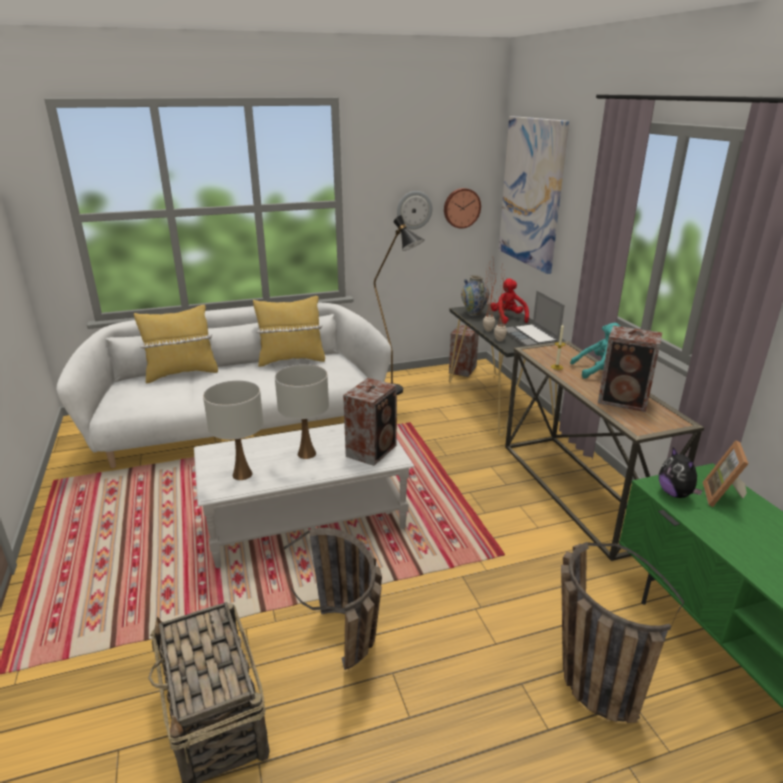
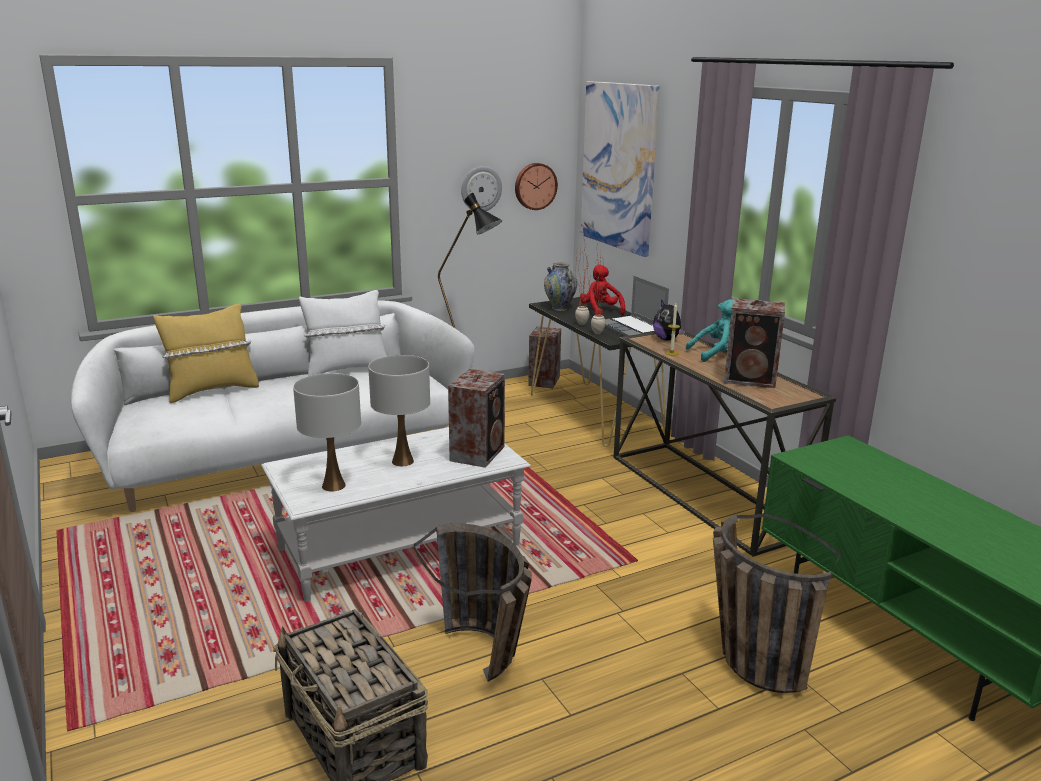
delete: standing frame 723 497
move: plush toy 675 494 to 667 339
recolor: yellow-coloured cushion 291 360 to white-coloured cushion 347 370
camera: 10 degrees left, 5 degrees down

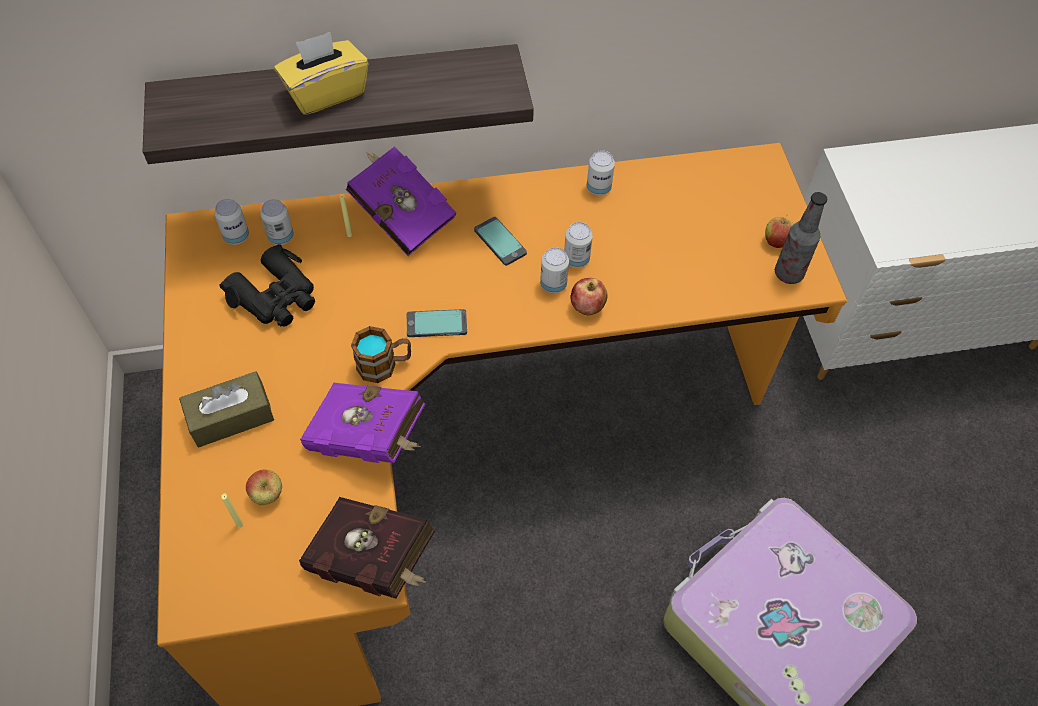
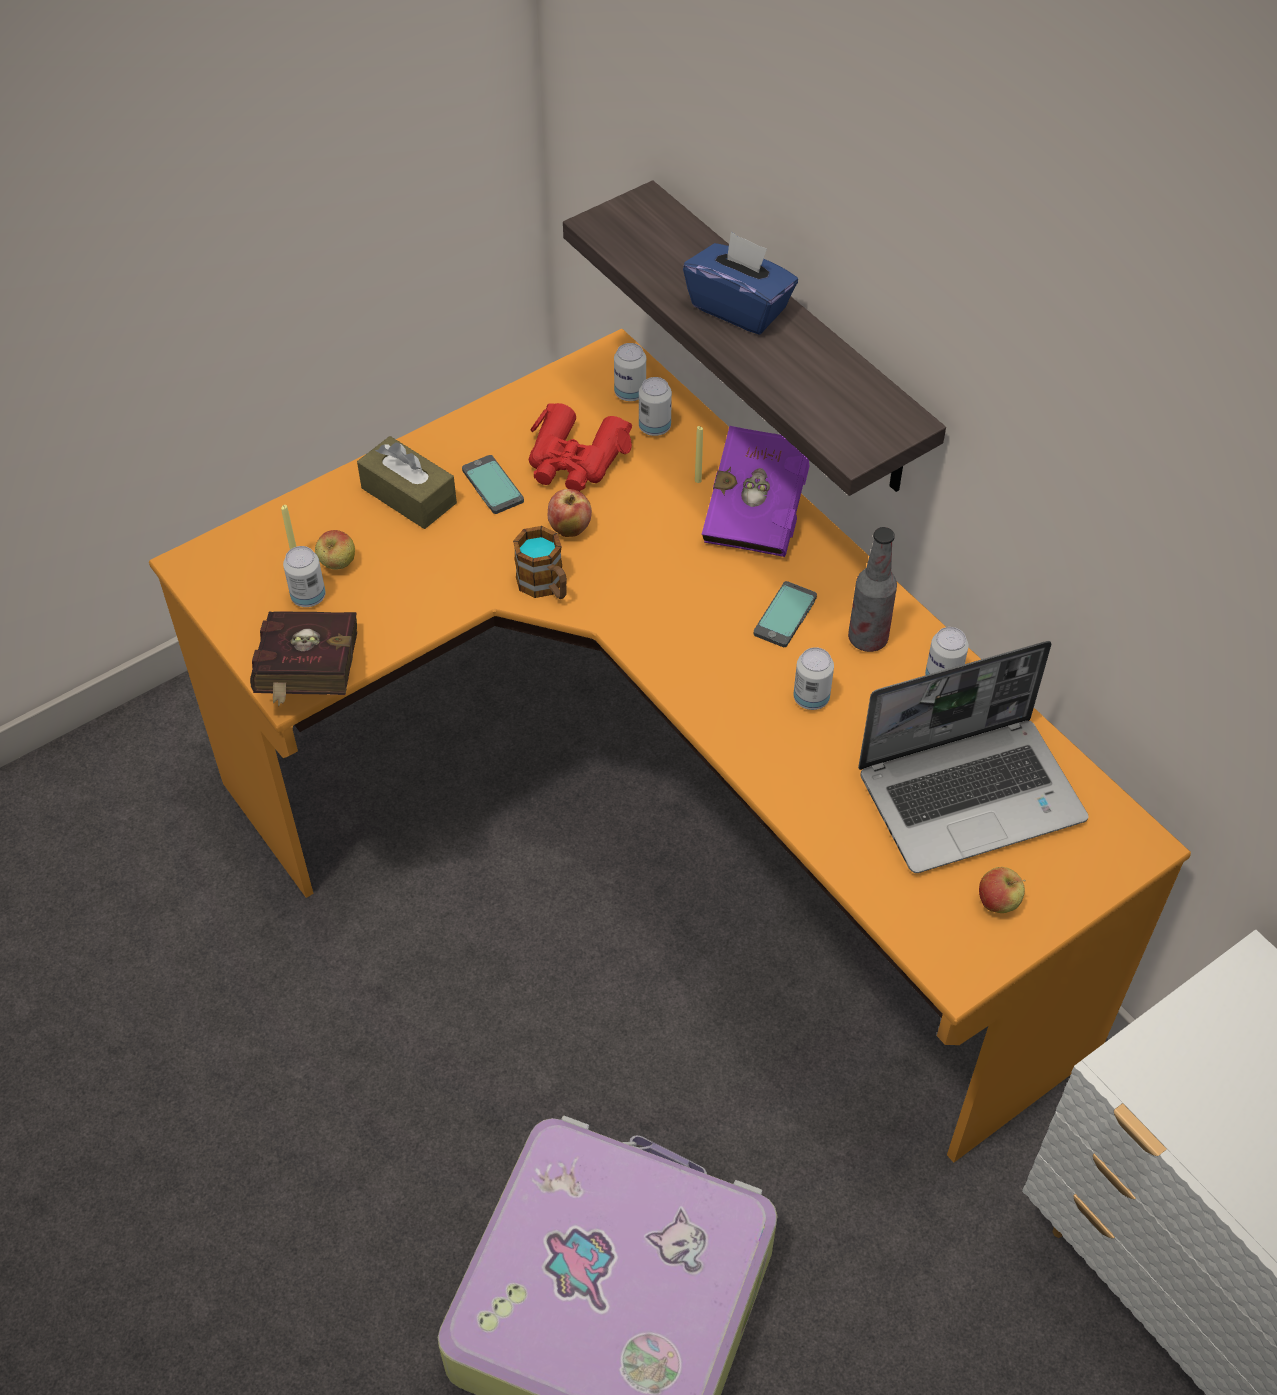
delete: purple-coloured bound book 370 439
insert: notebook computer 972 794
move: telephone 436 324 to 492 486; can 553 284 to 308 597; apple 587 308 to 569 529; bottle 788 274 to 867 639
recolor: black-coloured pair of binoculars 276 296 to red-coloured pair of binoculars 575 460; yellow-coloured box of tissues 325 93 to bluish box of tissues 739 308
camera: 65 degrees right, 5 degrees down

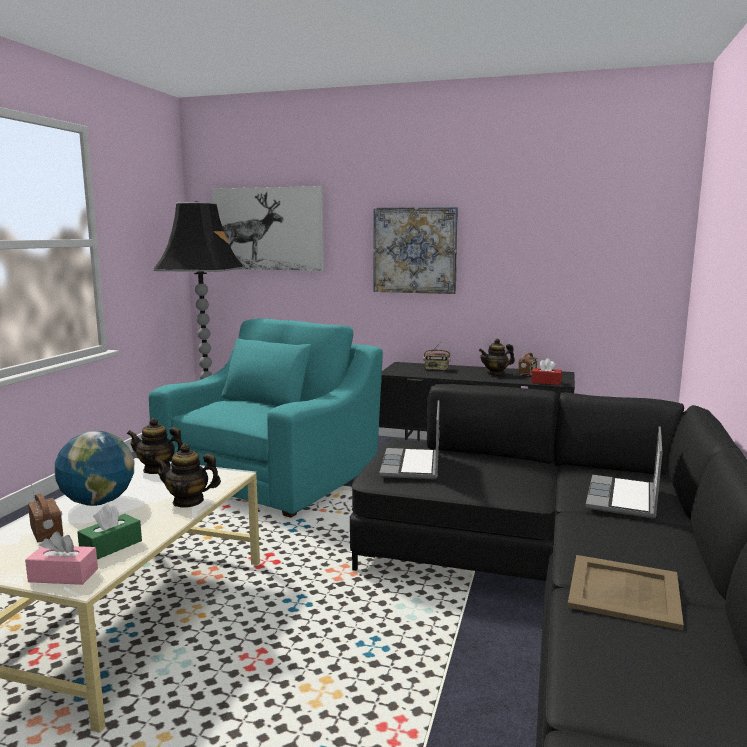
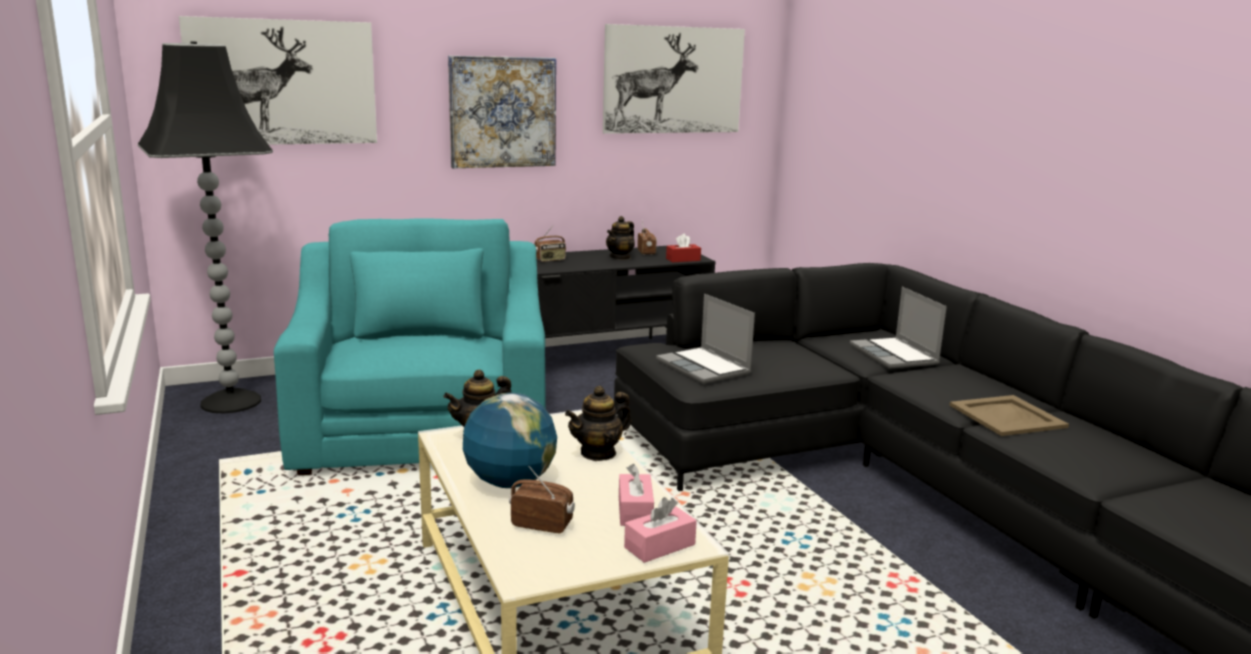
insert: wall picture 673 80
recolor: greenish box of tissues 111 546 to pinkish box of tissues 635 511
camera: 40 degrees left, 5 degrees up

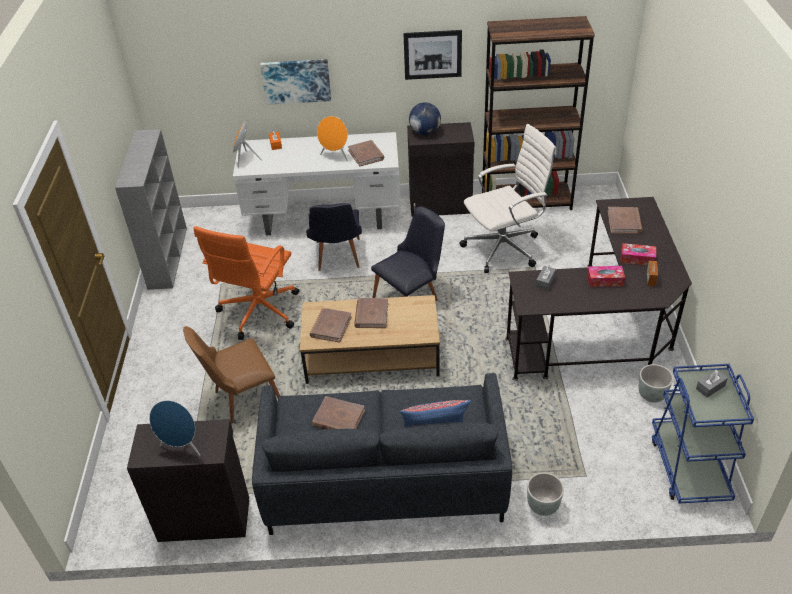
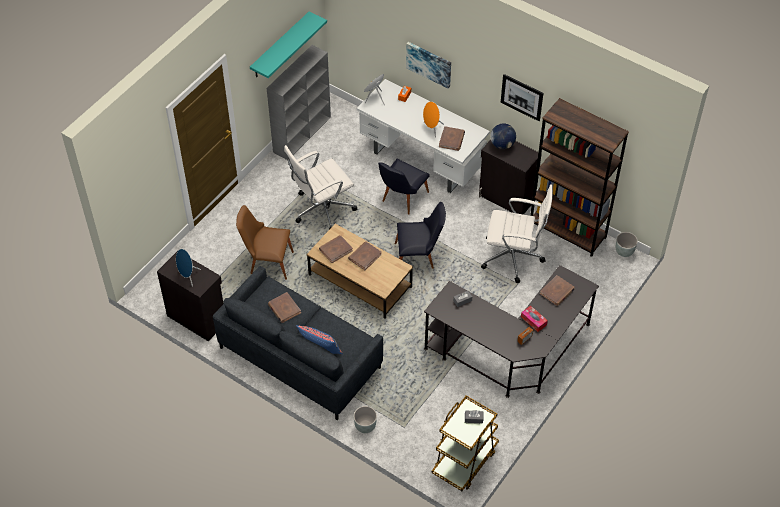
delete: box of tissues 605 280
insert: turquoise bracket shelf 280 45
move: grey plant pot 652 395 to 624 252
recolor: orangey computer chair 258 312 to white-coloured computer chair 321 209; bluish cart 689 467 to brown-coloured cart 464 461
camera: 35 degrees right, 10 degrees up

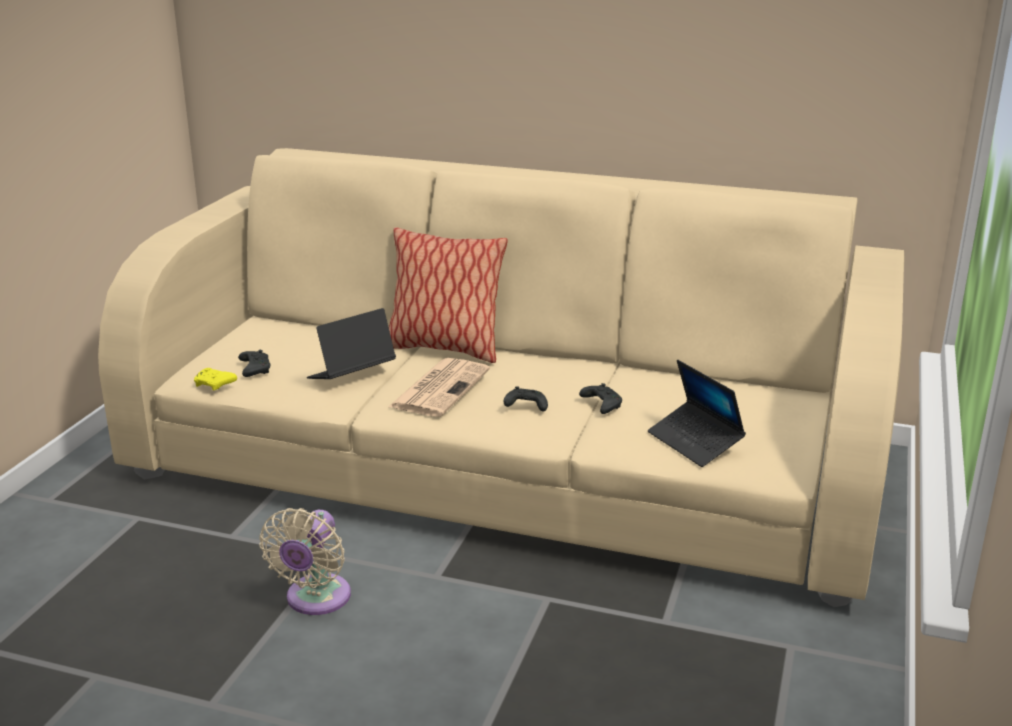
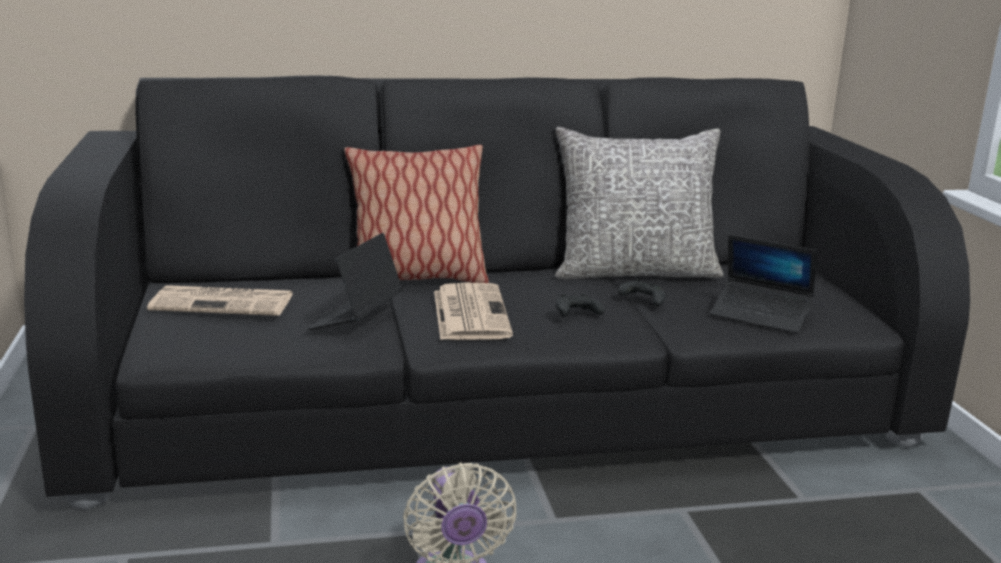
delete: yellow-coloured joypad 215 385; black-coloured joypad 254 369
insert: printed paper 225 302; grey cushion 634 272
recolor: sand-coloured sofa 506 463 to black-coloured sofa 496 396
camera: 30 degrees left, 5 degrees down

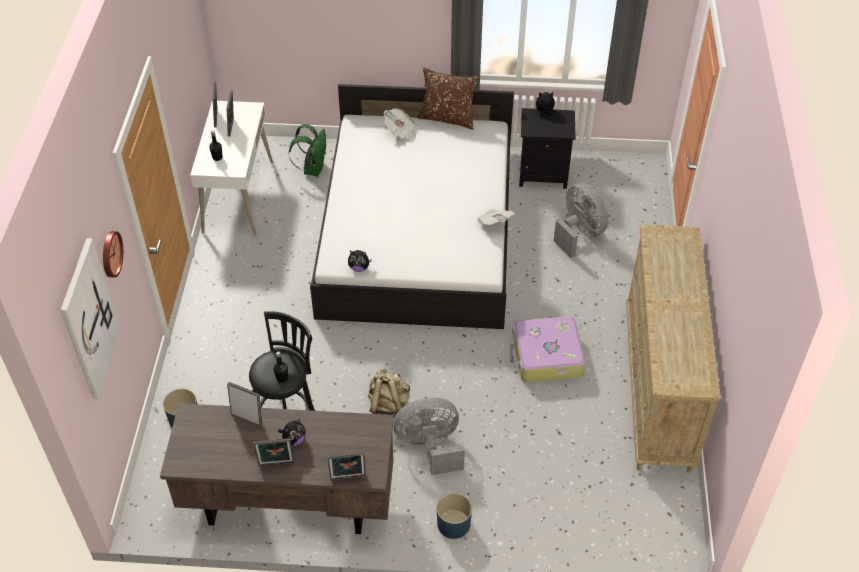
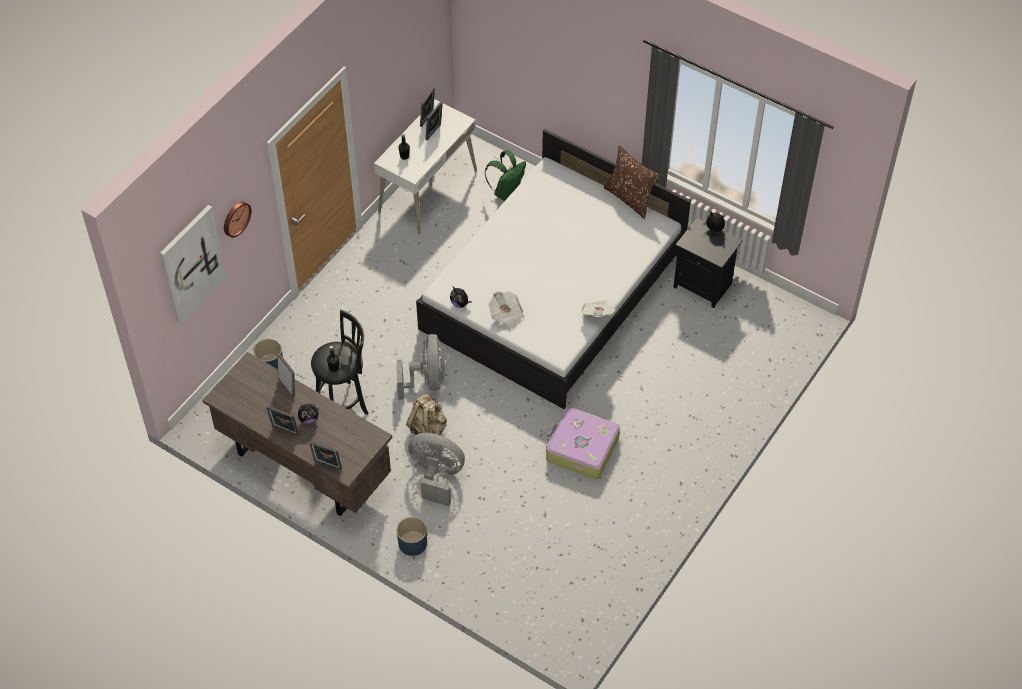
delete: sand-coloured dresser 657 389
move: printed paper 401 132 to 506 316; grey cooling fan 579 233 to 426 380
camera: 30 degrees right, 5 degrees up

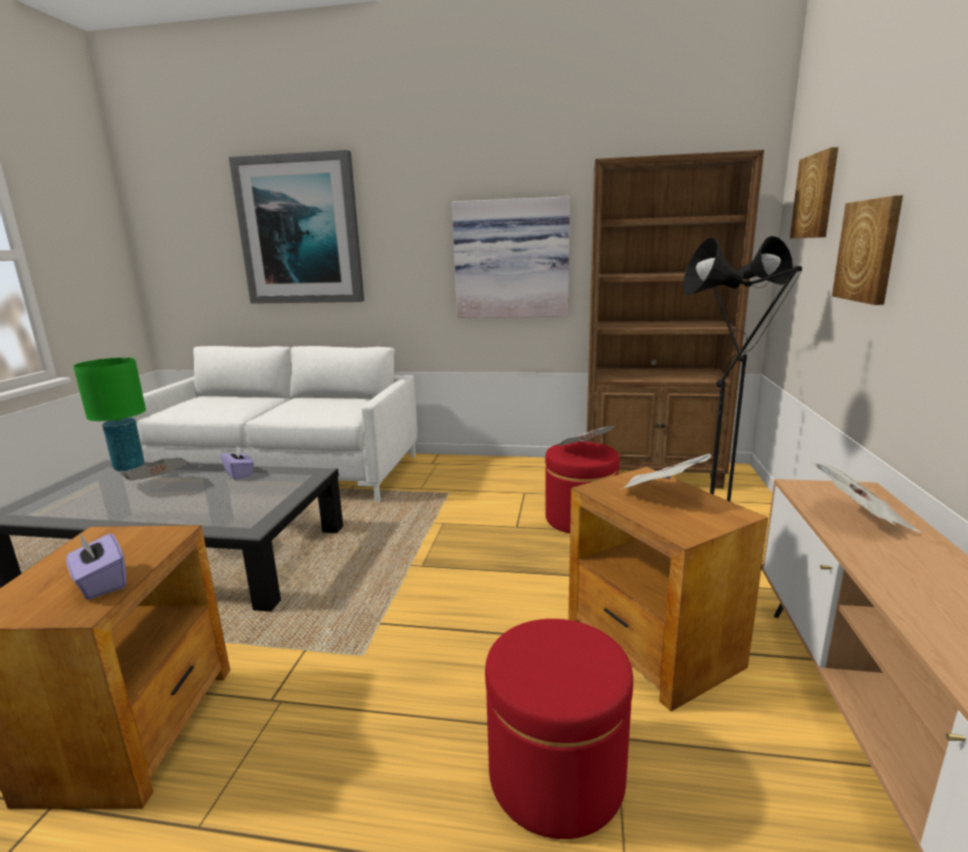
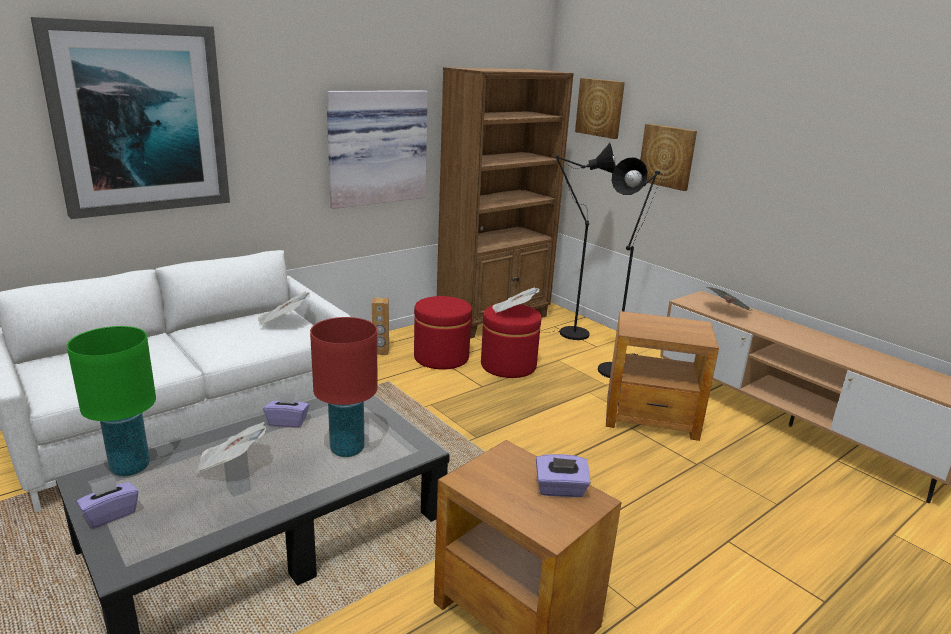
insert: purple-coloured box of tissues 110 514; red-coloured table lamp 347 449; brown-coloured speaker 380 351
move: red-coloured footrest 556 775 to 441 357; printed paper 662 493 to 283 322
camera: 50 degrees left, 5 degrees up

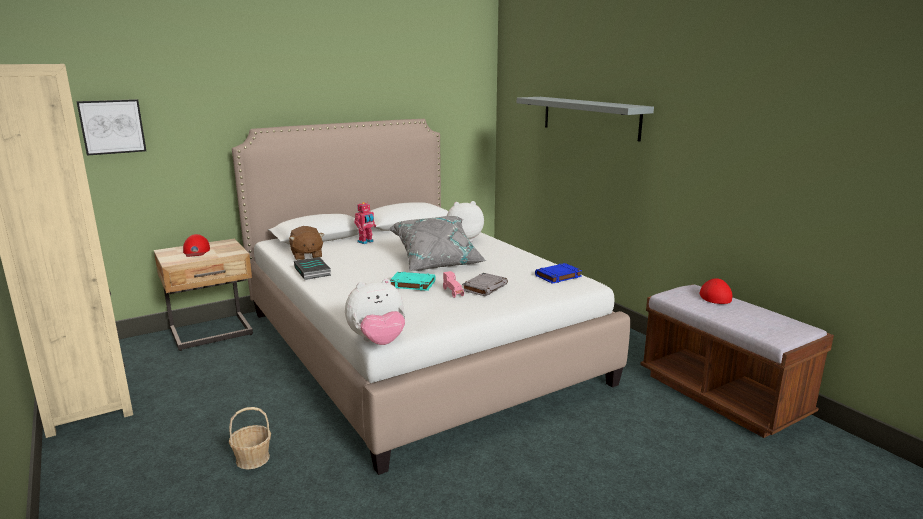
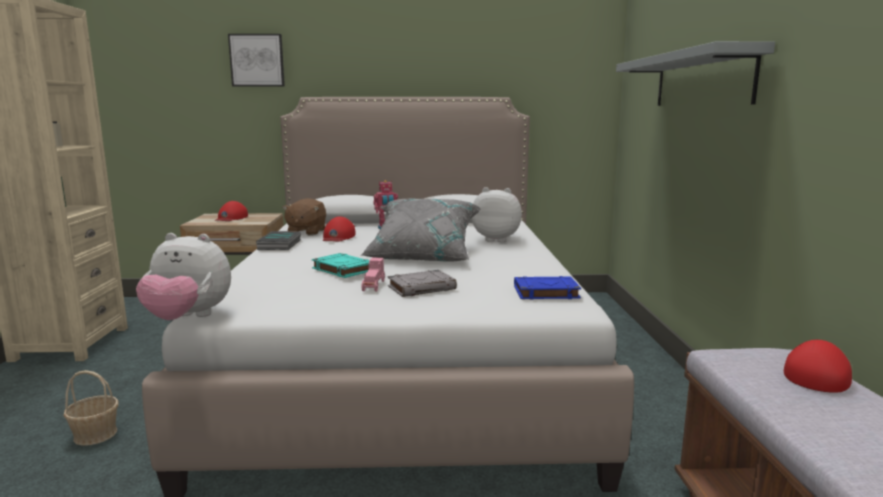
insert: red-coloured cap 338 237
move: wall picture 112 126 to 257 60
camera: 30 degrees right, 5 degrees down

